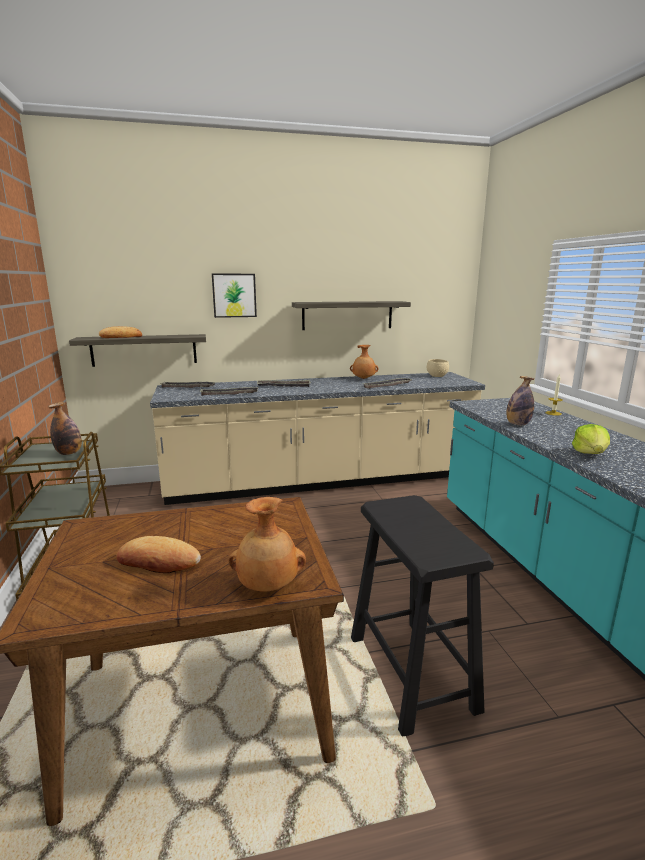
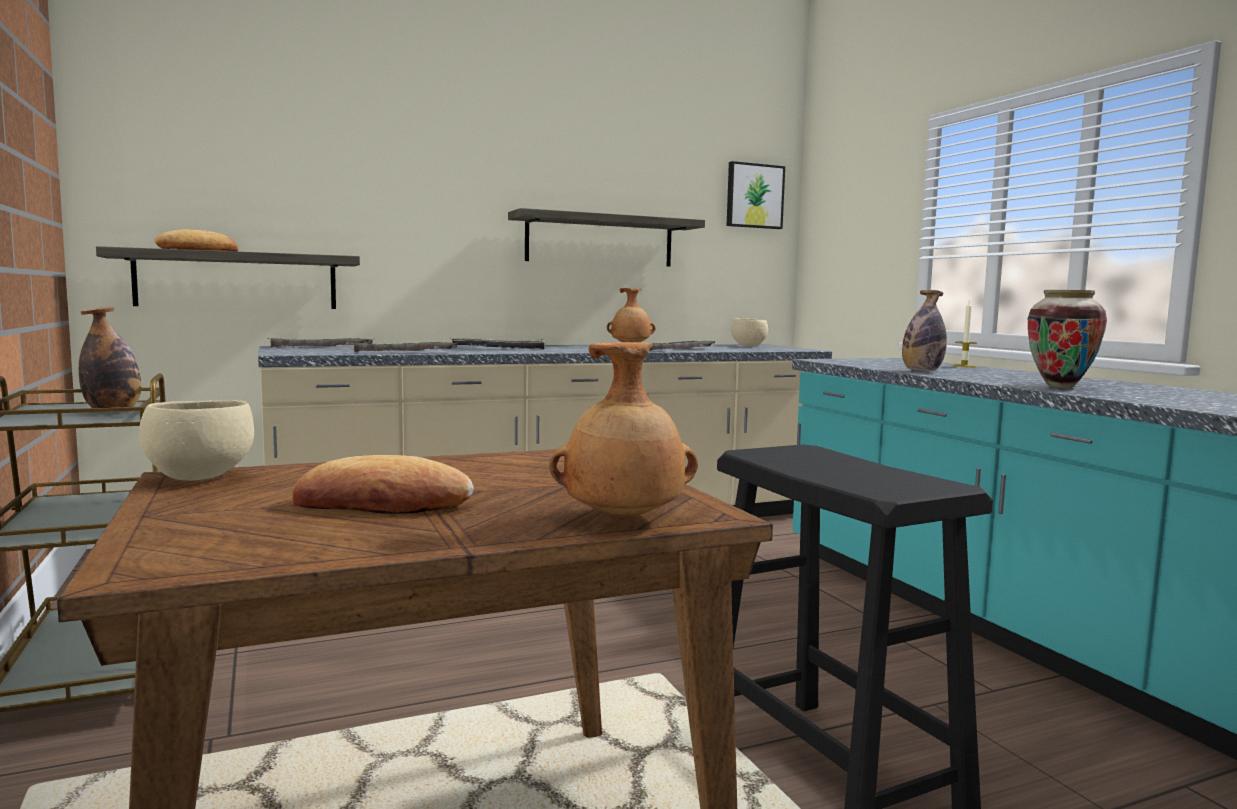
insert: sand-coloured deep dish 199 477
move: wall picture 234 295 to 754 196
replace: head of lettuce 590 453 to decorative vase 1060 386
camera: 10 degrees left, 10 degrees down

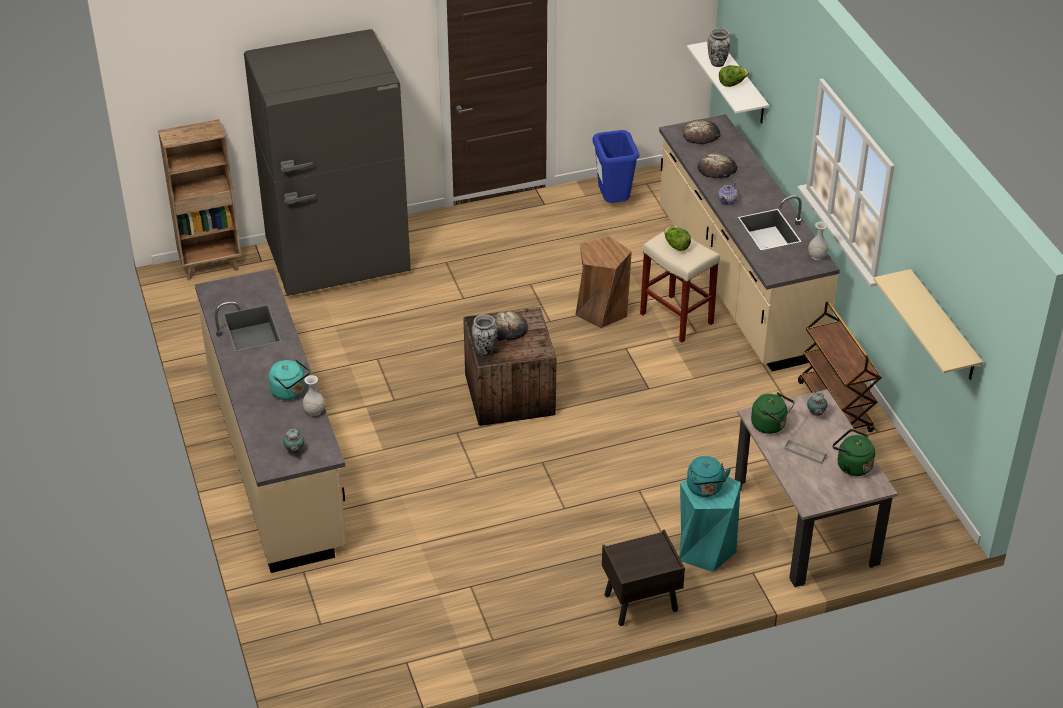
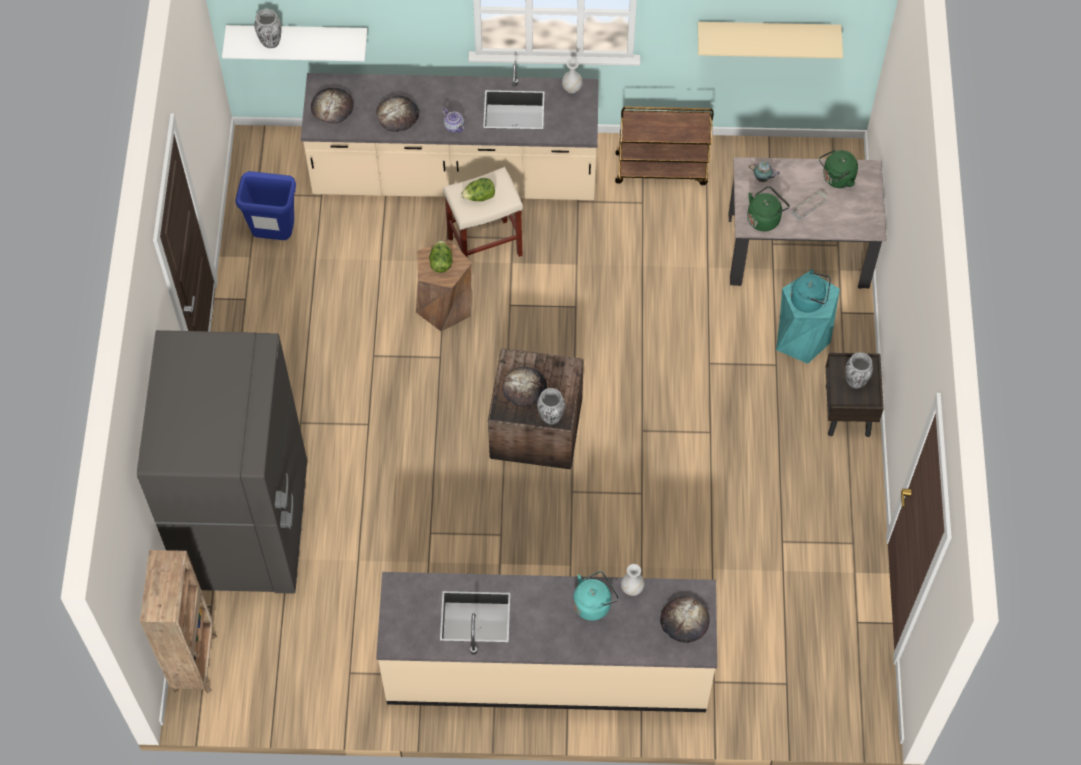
insert: decorative vase 855 381
move: head of lettuce 732 84 to 441 262
replace: pot for tea 294 451 to baked bread 684 620
camera: 70 degrees left, 20 degrees up

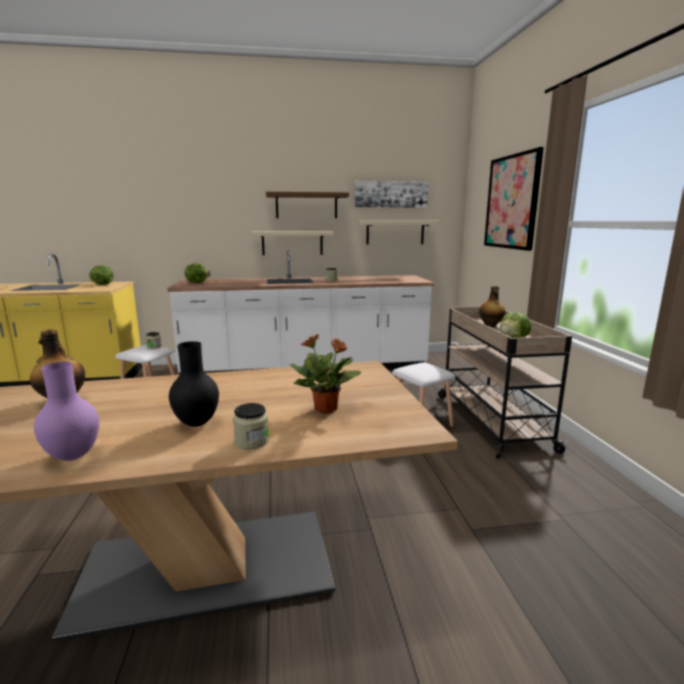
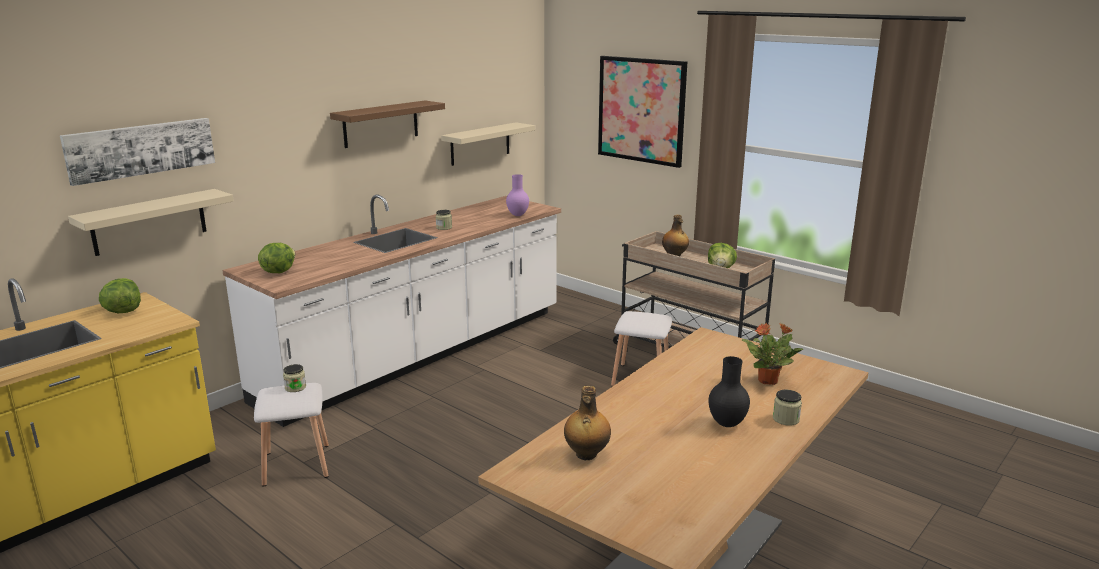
move: purple-coloured decorative vase 72 457 to 517 215; sand-coloured bracket shelf 292 243 to 149 222; wall picture 391 194 to 141 149
camera: 40 degrees left, 5 degrees up

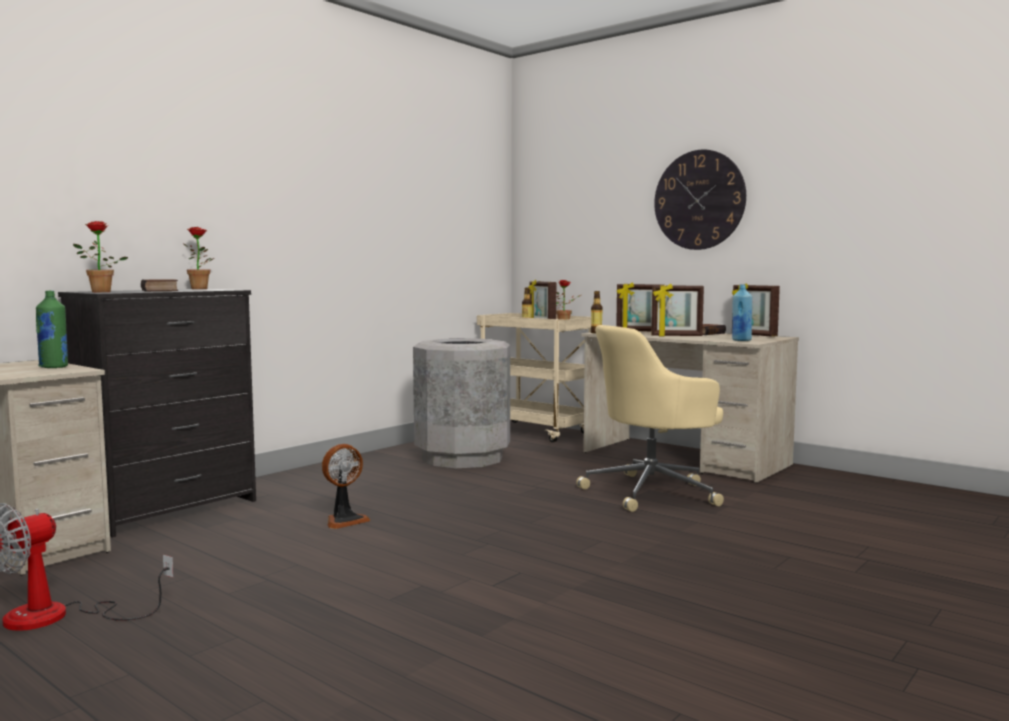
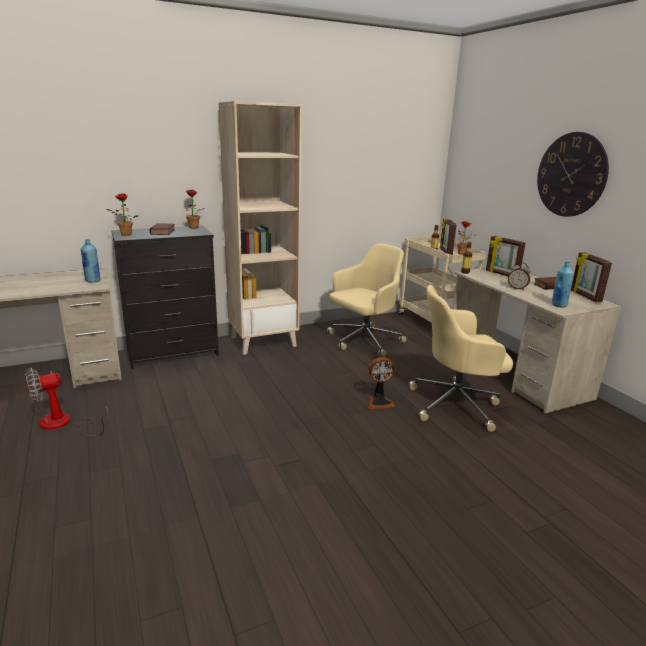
insert: sand-coloured bookcase 263 341
move: cooling fan 344 520 to 379 402
replace: grey waste bin 463 458 to sand-coloured computer chair 364 341; standing frame 676 336 to bedside clock 517 288
recolor: greenish bottle 54 367 to bluish bottle 93 281
camera: 25 degrees right, 15 degrees up

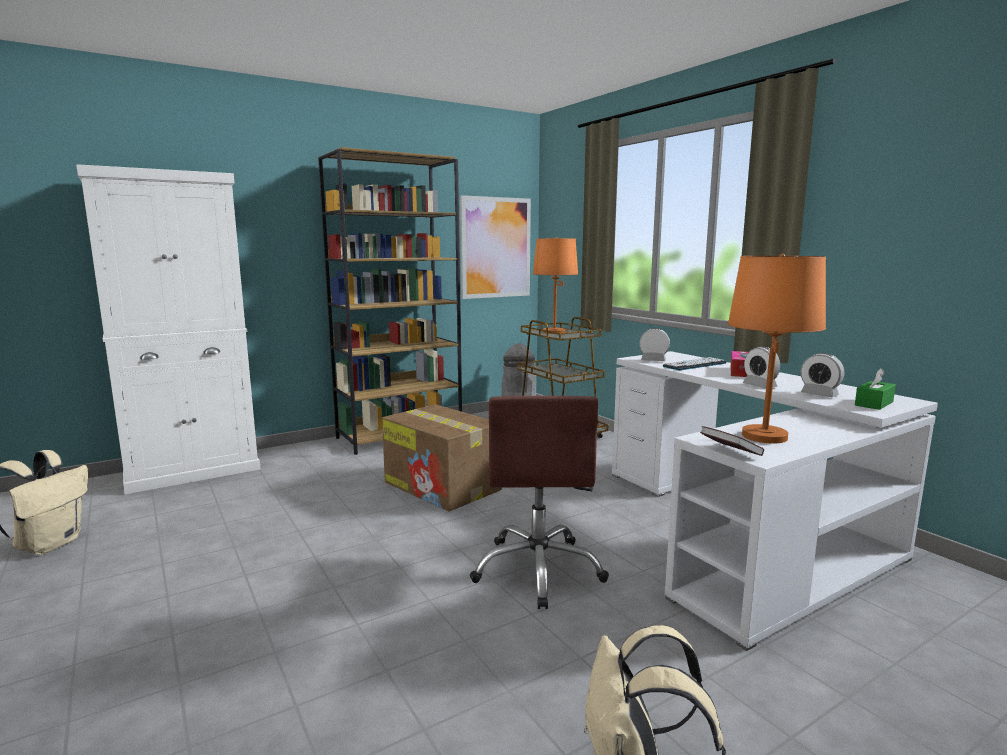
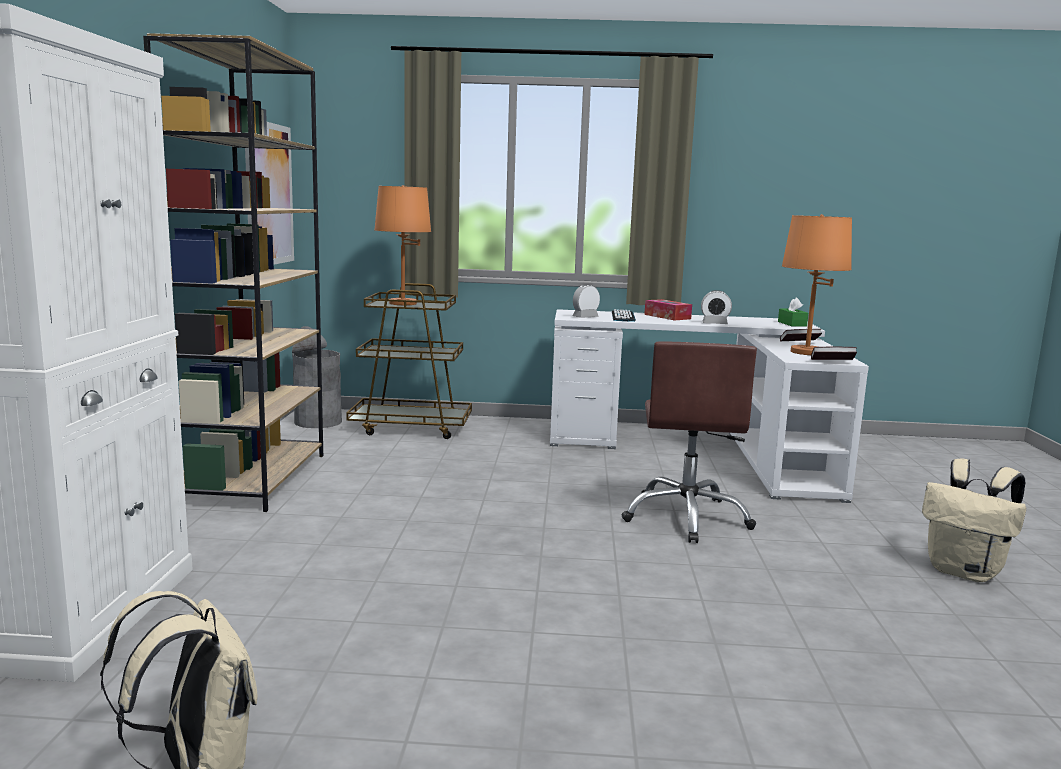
delete: packing box 443 486; bedside clock 819 394
insert: bound book 799 343
rotate: brown-coloured computer chair 538 570 = 687 517 60 degrees clockwise
camera: 55 degrees left, 0 degrees up

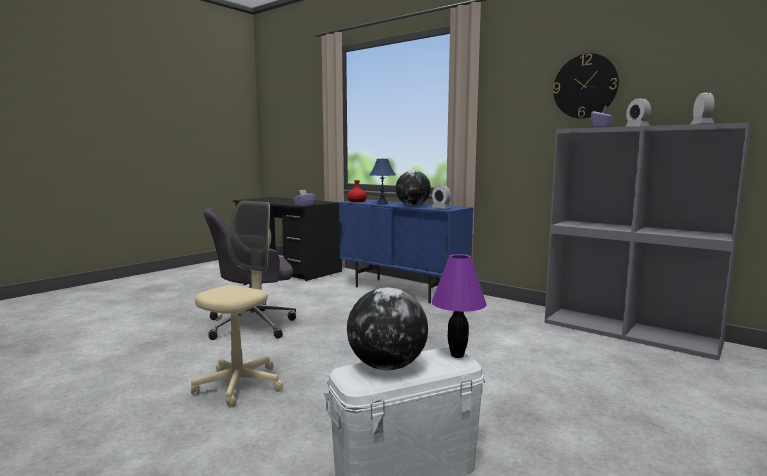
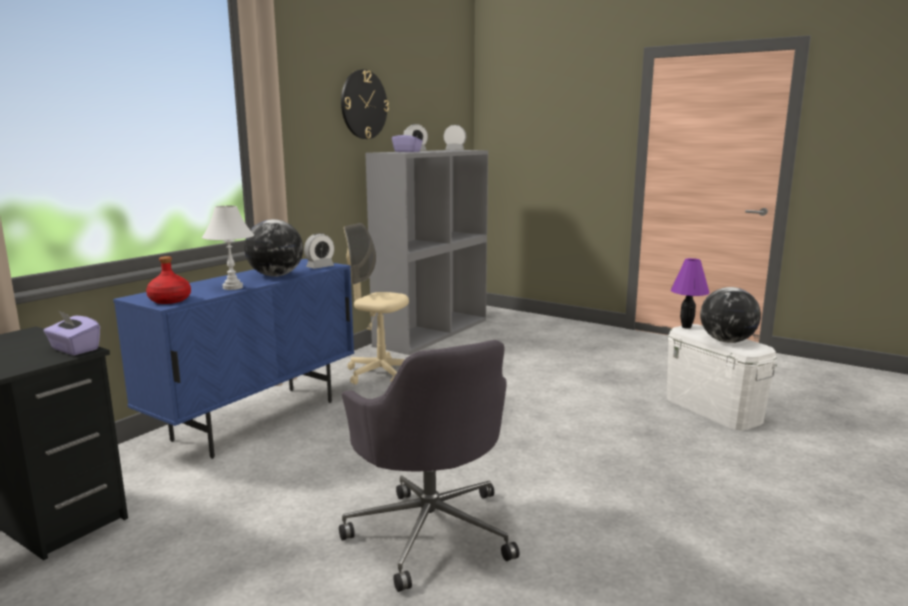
move: sand-coloured computer chair 240 385 to 380 374
recolor: bluish table lamp 382 204 to white-coloured table lamp 232 287
camera: 95 degrees left, 5 degrees up

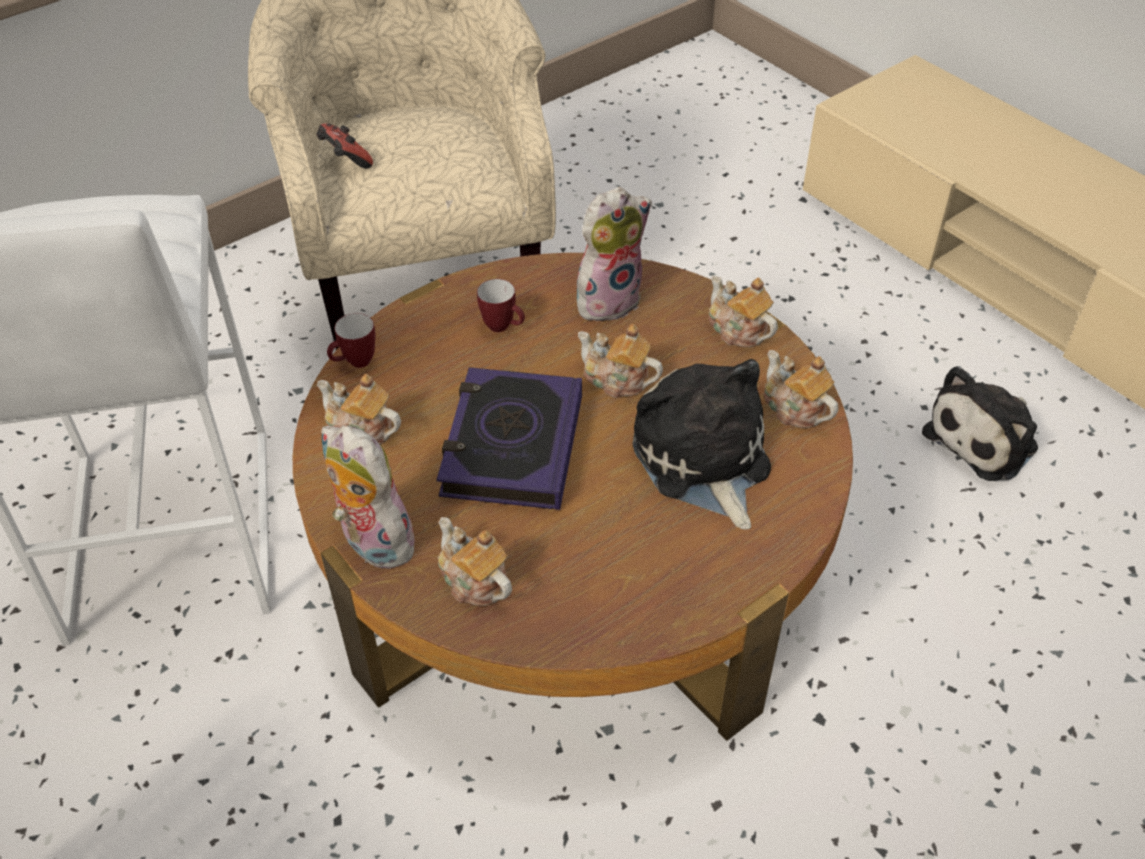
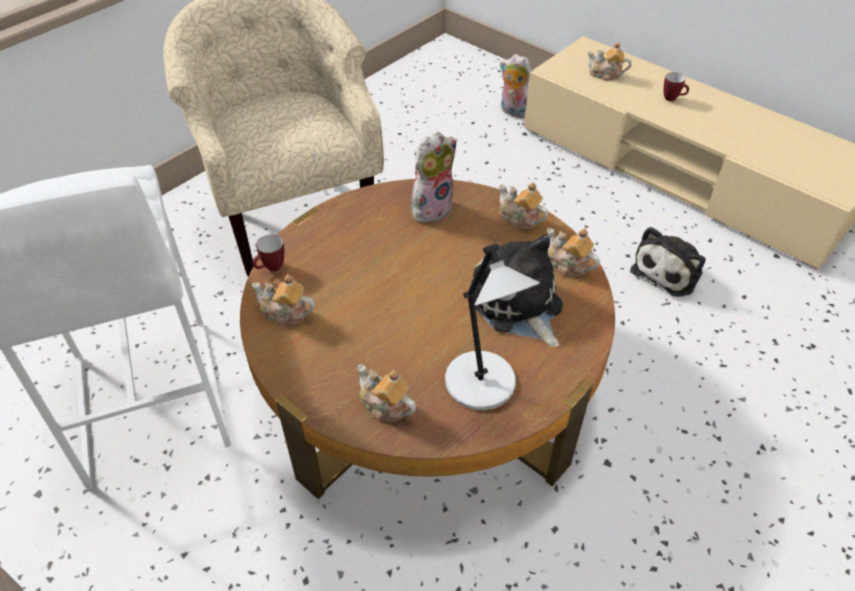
delete: joypad 345 160; bound book 512 446
insert: grey table lamp 482 384
move: plush toy 372 542 to 513 112; coffee mug 503 327 to 672 99; pot for tea 617 380 to 605 74
camera: 10 degrees left, 0 degrees up

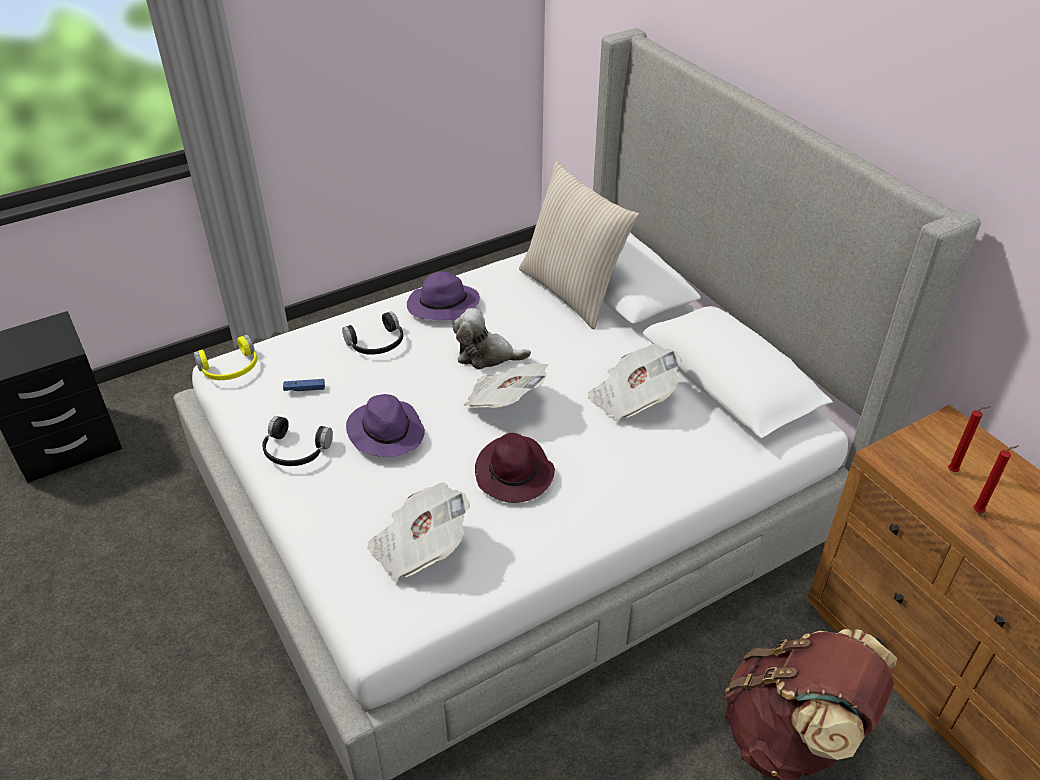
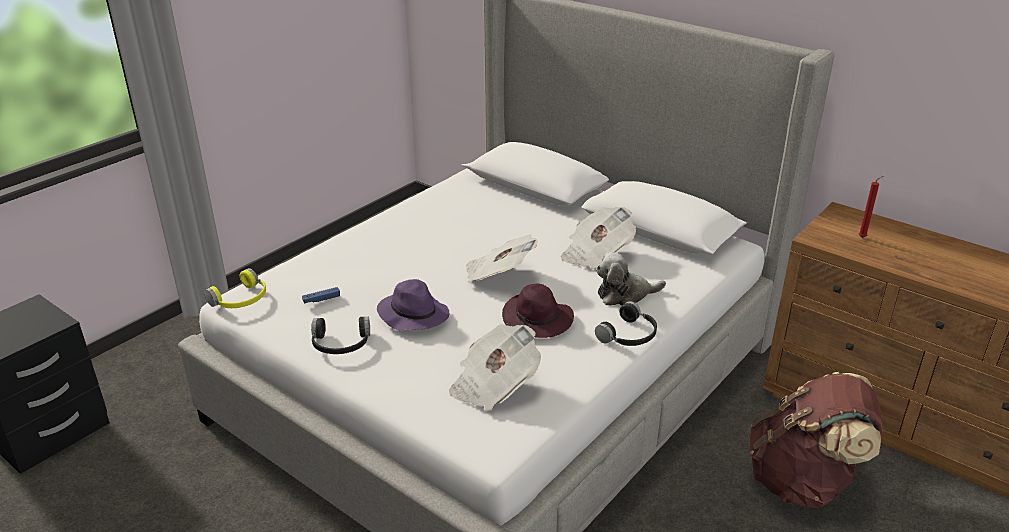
delete: purple-coloured clothing hat 442 306; sand-coloured cushion 572 291; red-coloured candle 979 511
move: black-coloured pair of headphones 377 344 to 629 335; plush toy 486 355 to 625 294
camera: 20 degrees left, 10 degrees down

